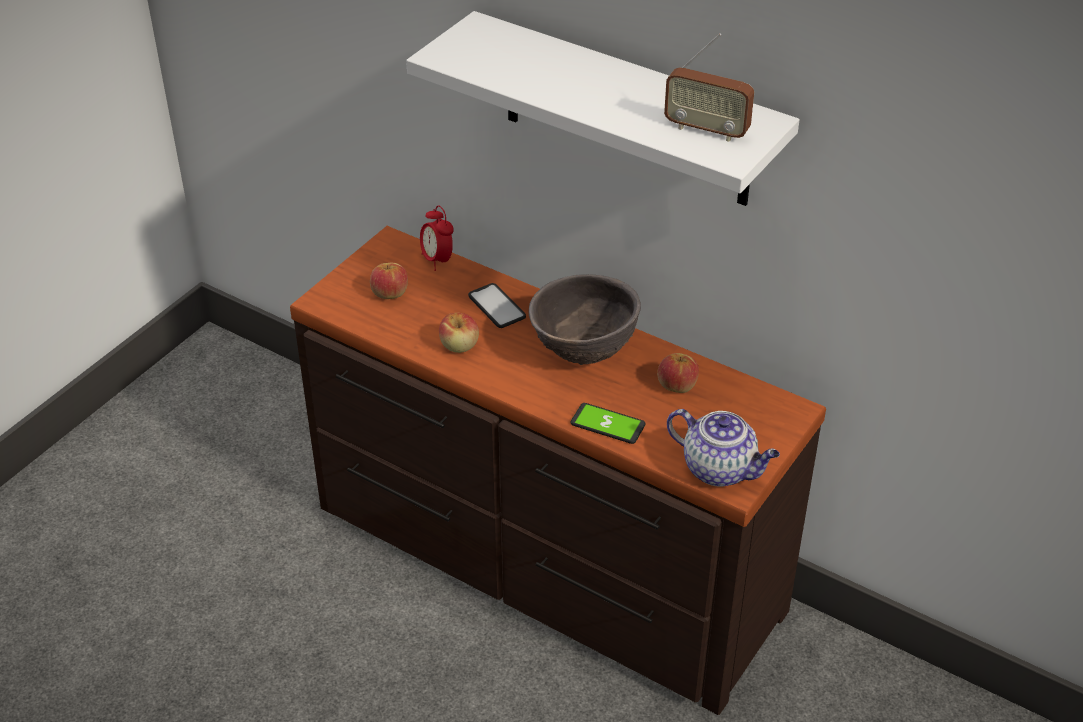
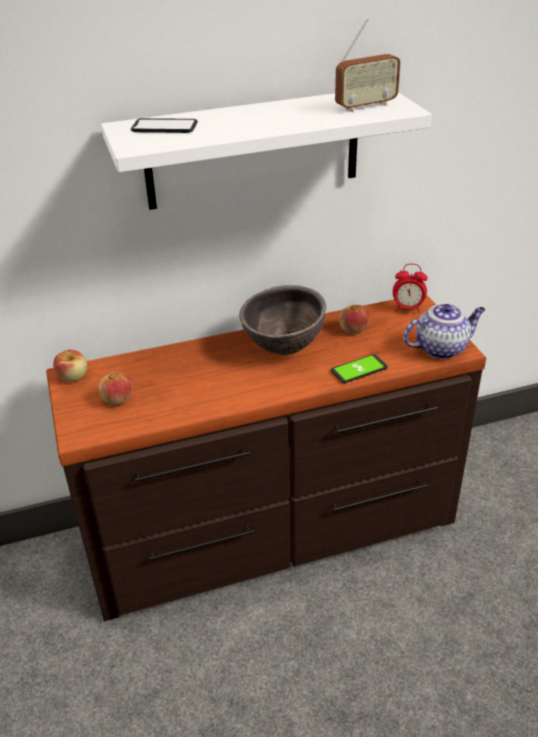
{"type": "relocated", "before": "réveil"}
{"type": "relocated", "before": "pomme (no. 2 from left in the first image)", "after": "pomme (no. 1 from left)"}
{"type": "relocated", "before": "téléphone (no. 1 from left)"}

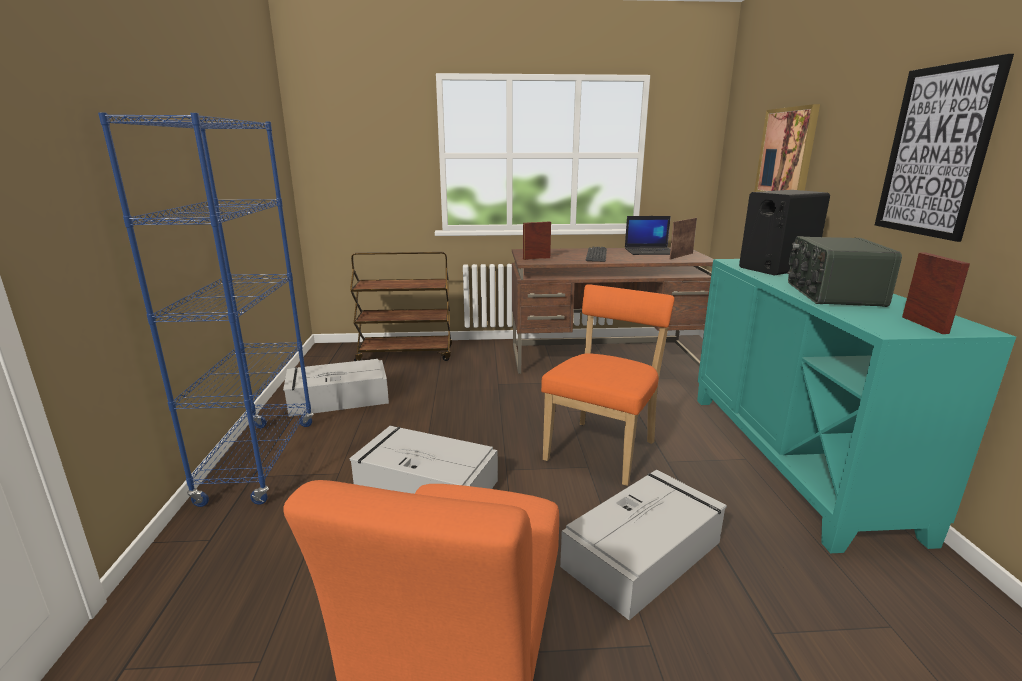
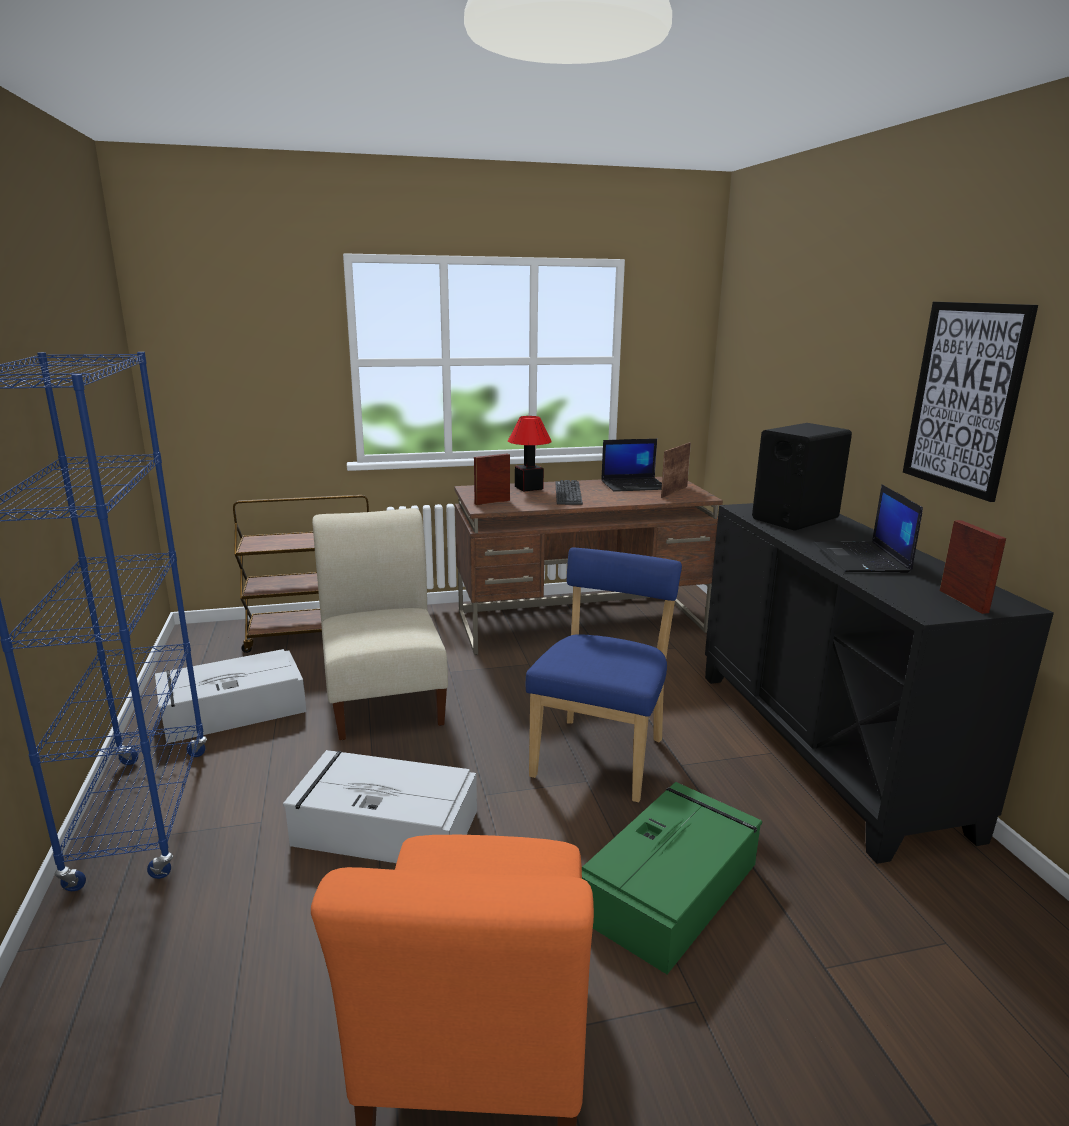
{"type": "colour", "before": "chaise [orange] (no. 2 from left)", "after": "chaise [bleu]"}
{"type": "colour", "before": "boîte de rangement [gris] (no. 3 from left)", "after": "boîte de rangement [vert]"}
{"type": "colour", "before": "meuble de rangement [turquoise]", "after": "meuble de rangement [noir]"}
{"type": "missing", "before": "tableau (no. 1 from left)"}
{"type": "exchanged", "before": "radio", "after": "ordinateur portable (no. 2 from left)"}
{"type": "appeared", "after": "chaise [beige]"}
{"type": "appeared", "after": "lampe de table"}

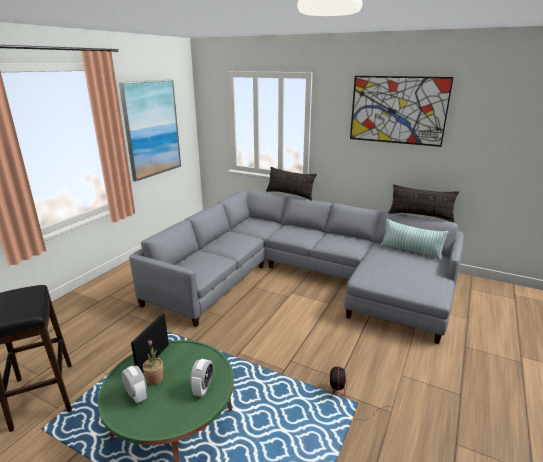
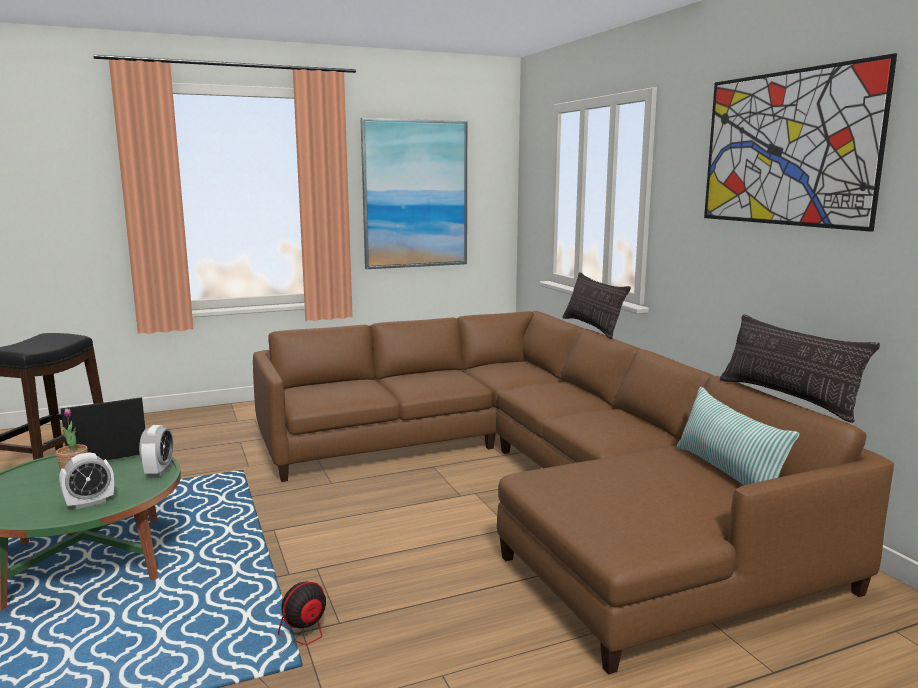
{"type": "relocated", "before": "réveil (no. 1 from left in the first image)", "after": "réveil (no. 2 from left)"}
{"type": "colour", "before": "canapé [gris]", "after": "canapé [marron]"}

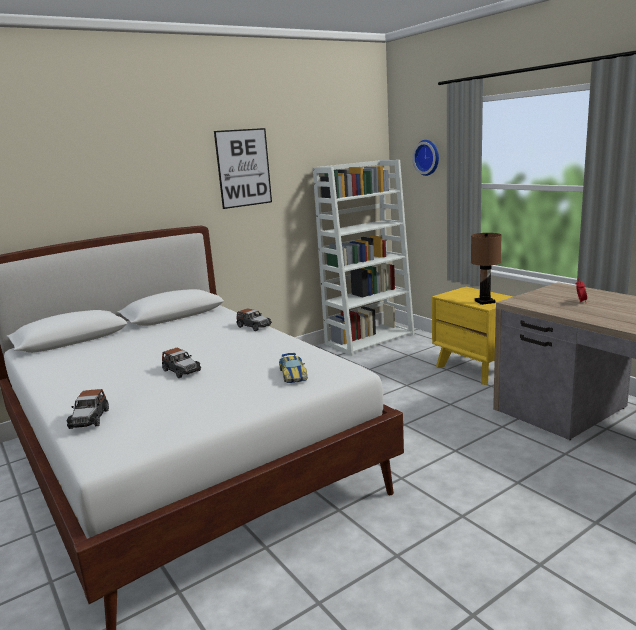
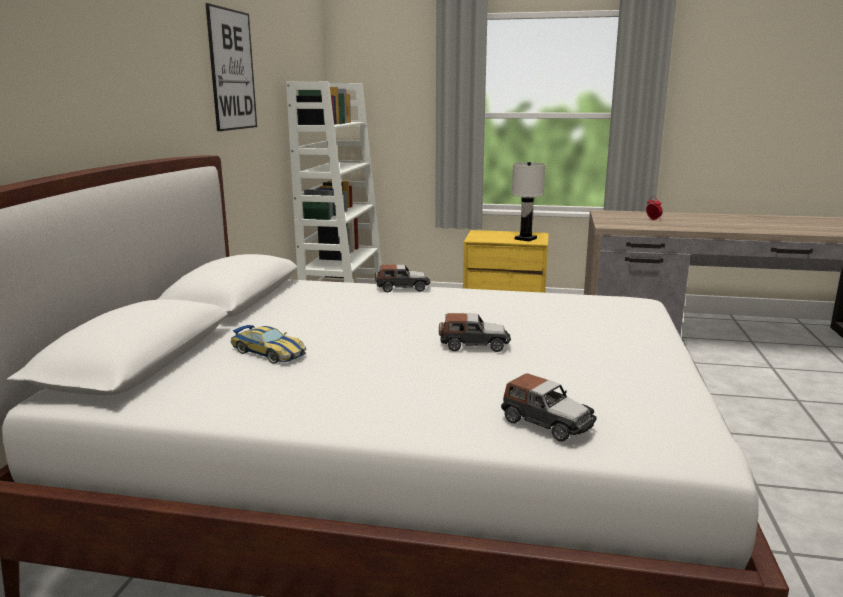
{"type": "relocated", "before": "petite voiture (no. 4 from left in the first image)", "after": "petite voiture (no. 1 from left)"}
{"type": "missing", "before": "horloge murale"}
{"type": "colour", "before": "lampe de table [marron]", "after": "lampe de table [blanc]"}

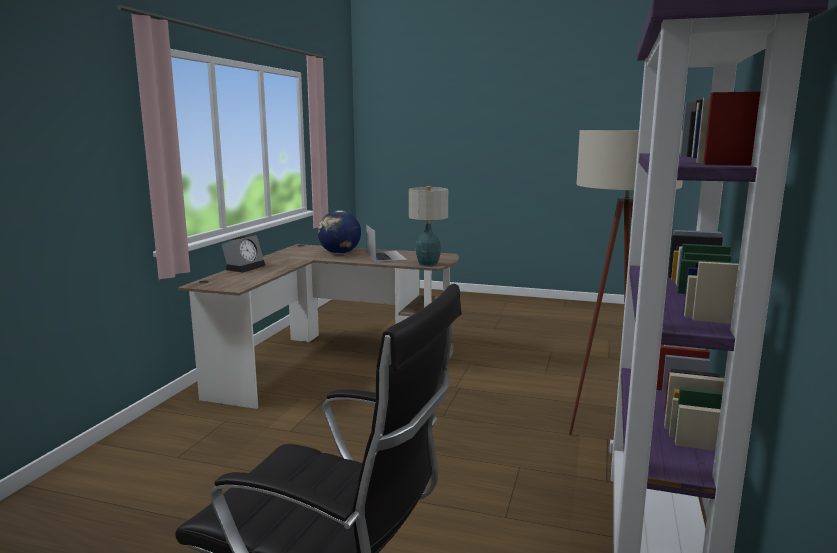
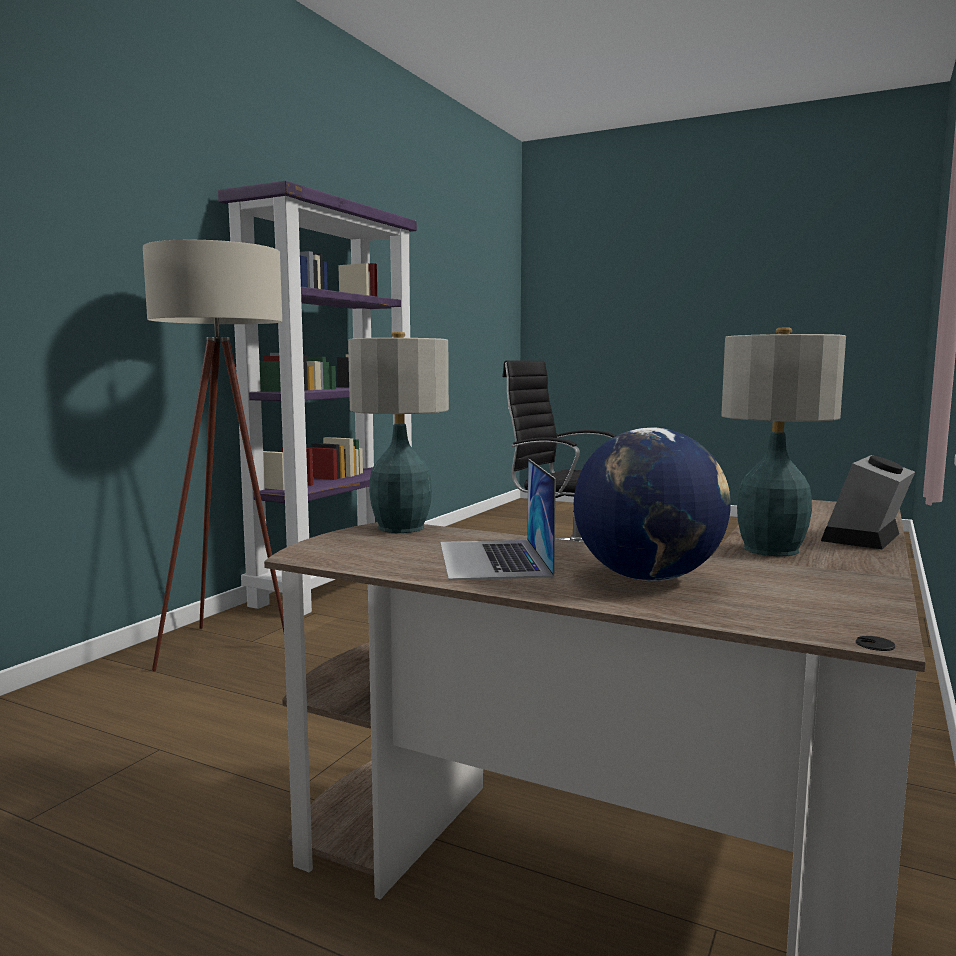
{"type": "appeared", "after": "lampe de table (no. 2 from left)"}

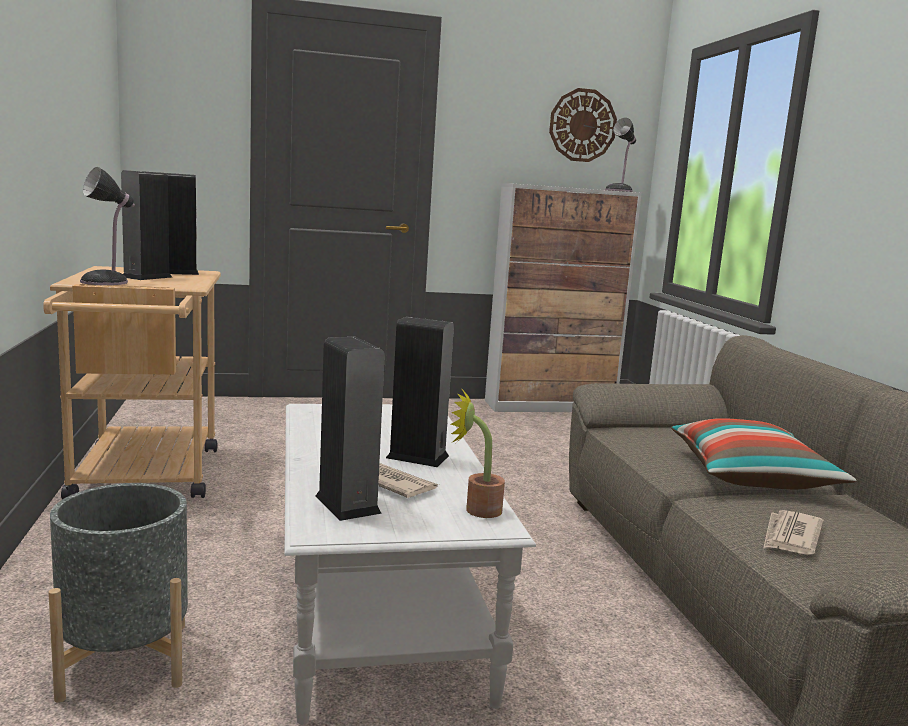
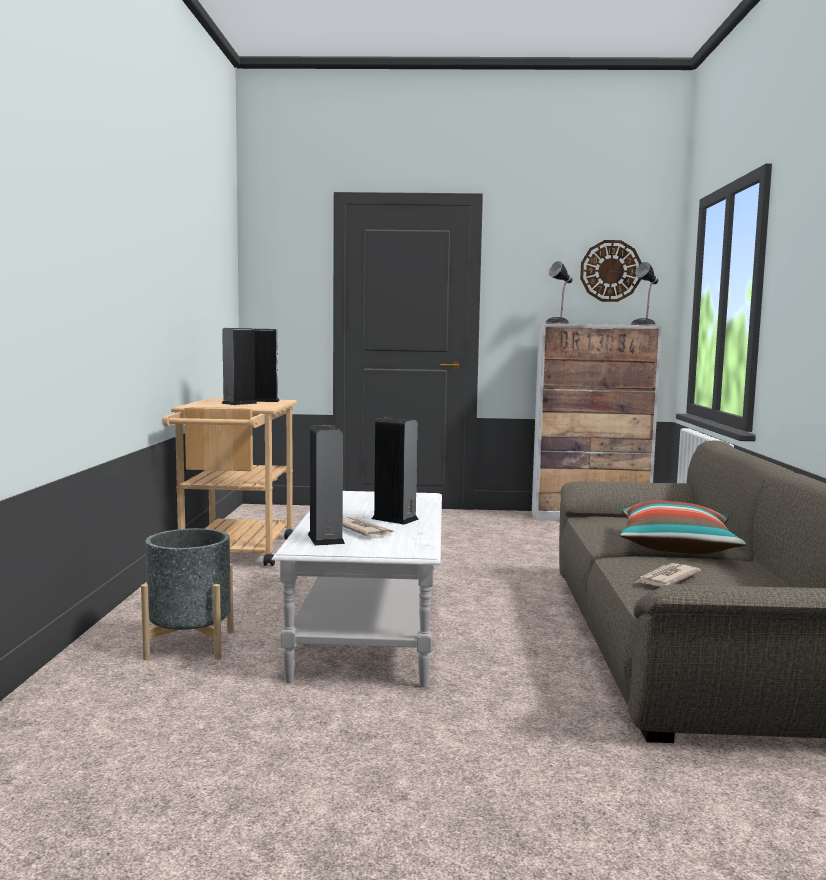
{"type": "relocated", "before": "lampe de table (no. 1 from left)"}
{"type": "missing", "before": "plante en pot"}

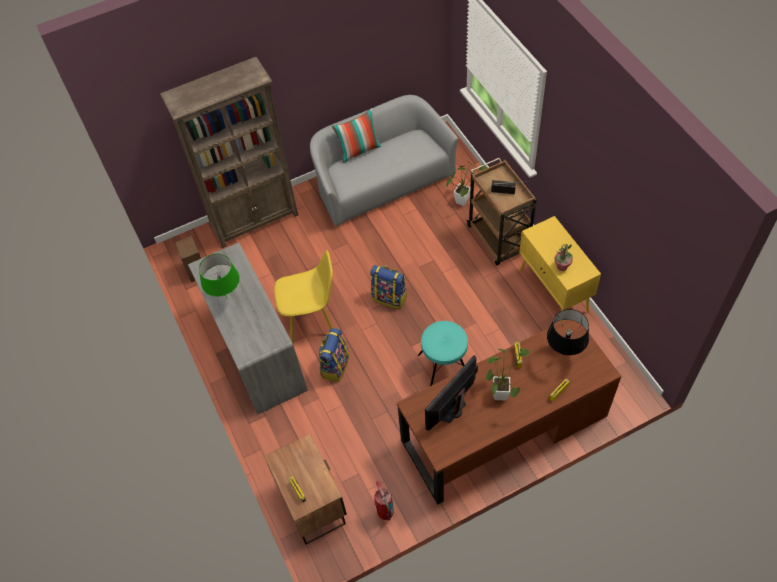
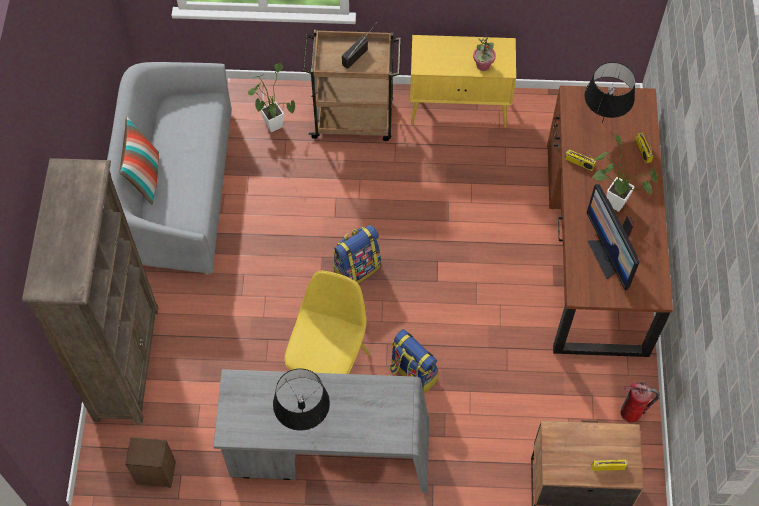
{"type": "colour", "before": "lampe de table [vert]", "after": "lampe de table [noir] (no. 1 from left)"}
{"type": "missing", "before": "tabouret [turquoise]"}

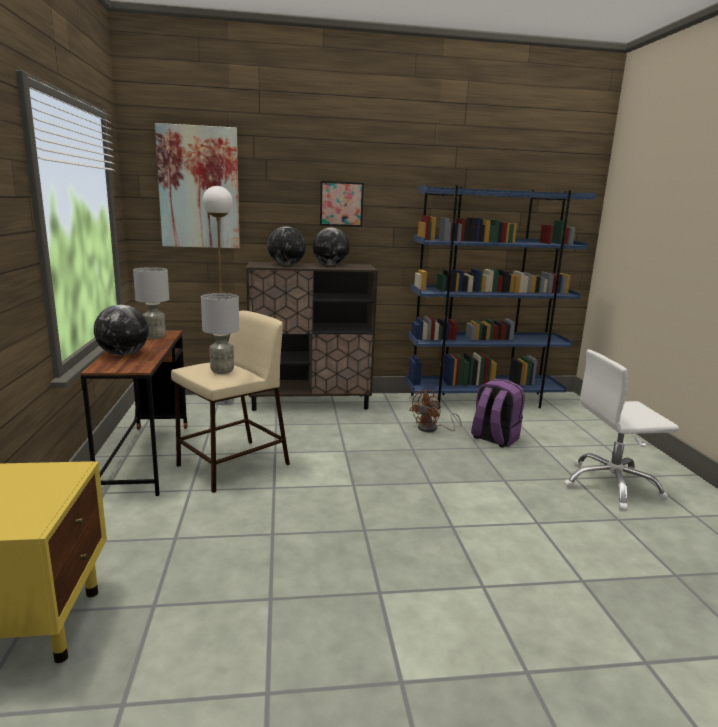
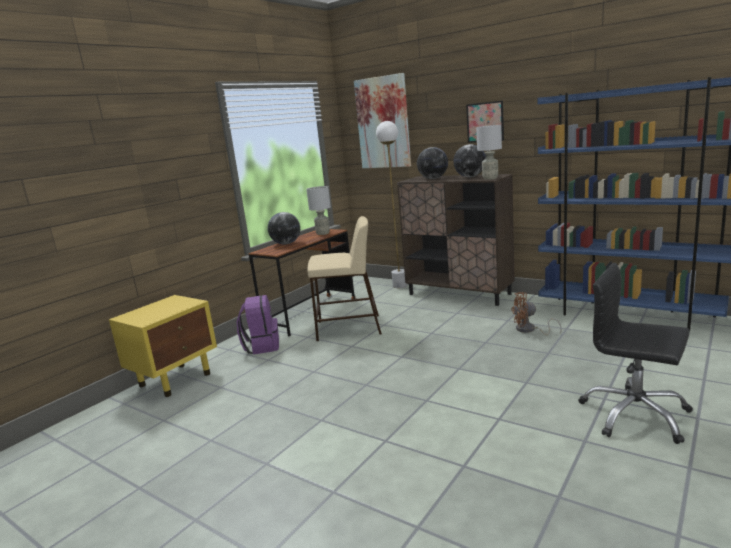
{"type": "relocated", "before": "lampe de table [gris] (no. 2 from left)"}
{"type": "relocated", "before": "sac à dos [violet]"}
{"type": "colour", "before": "chaise de bureau [blanc]", "after": "chaise de bureau [noir]"}

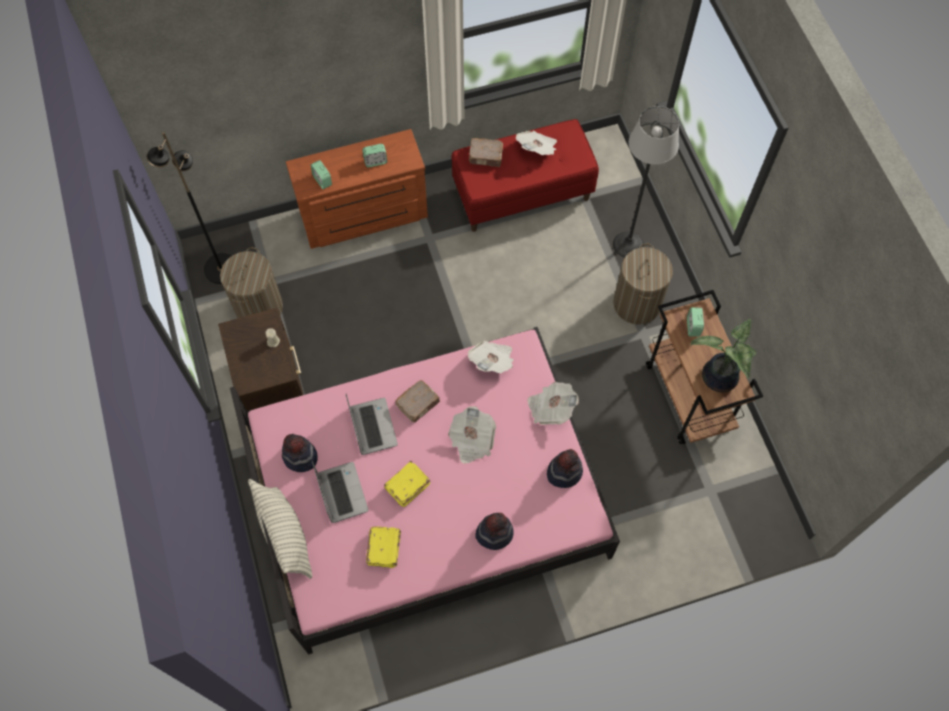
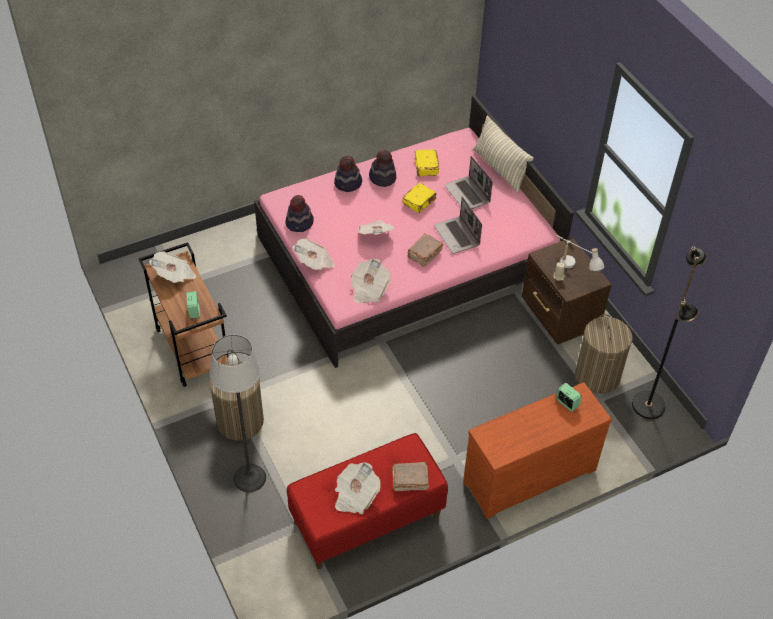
{"type": "relocated", "before": "chapeau (no. 1 from left in the first image)", "after": "chapeau (no. 3 from left)"}
{"type": "missing", "before": "réveil (no. 2 from left)"}
{"type": "exchanged", "before": "plante en pot", "after": "journal (no. 1 from left)"}
{"type": "appeared", "after": "lampe de table [blanc]"}

